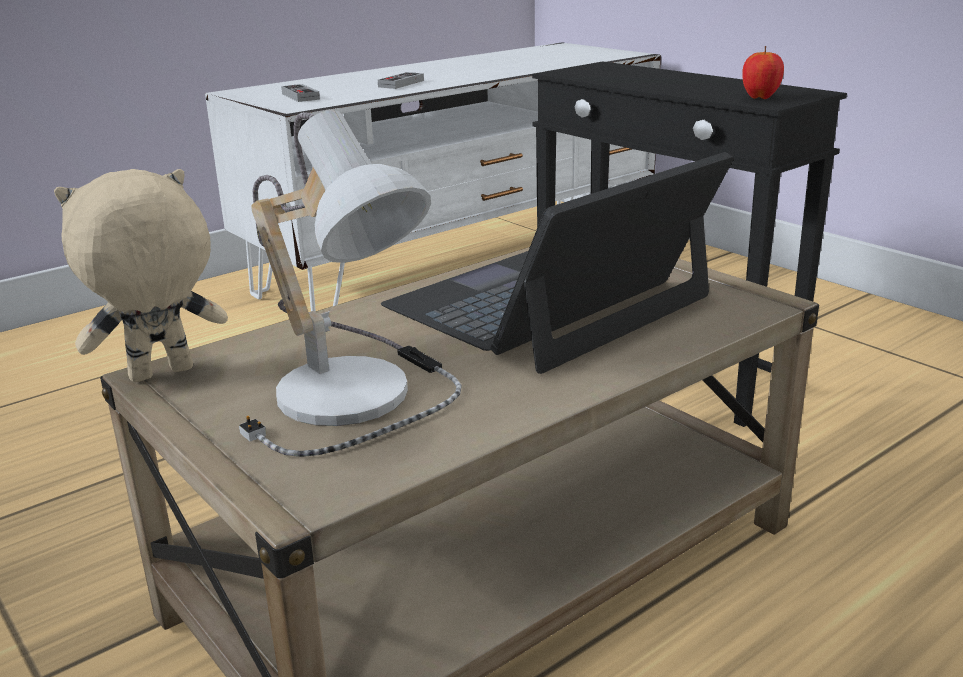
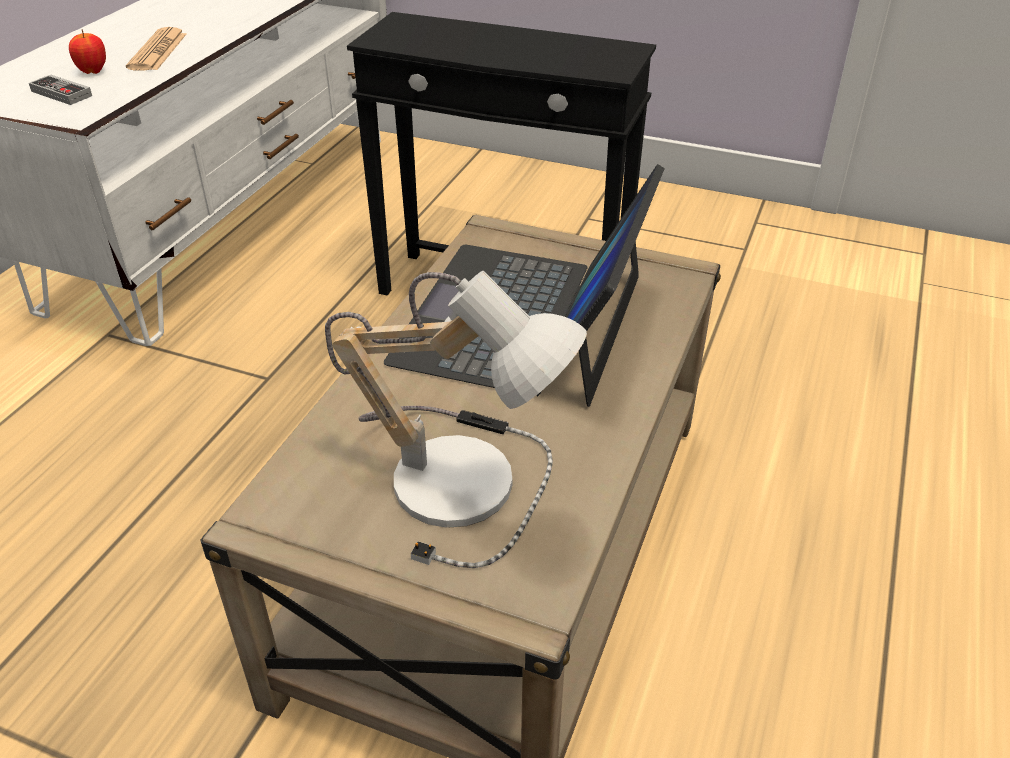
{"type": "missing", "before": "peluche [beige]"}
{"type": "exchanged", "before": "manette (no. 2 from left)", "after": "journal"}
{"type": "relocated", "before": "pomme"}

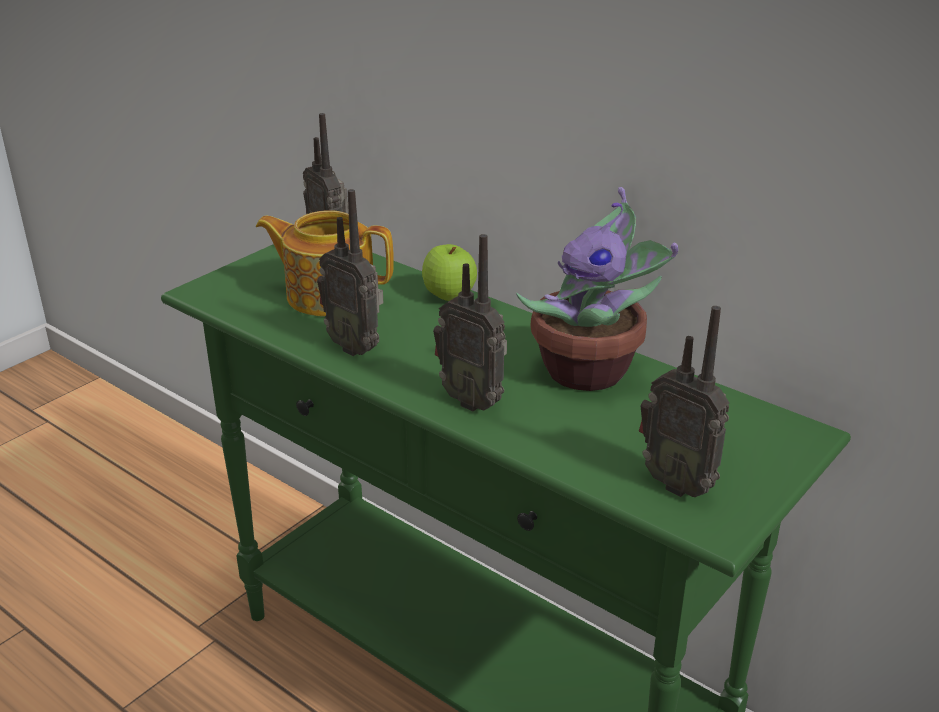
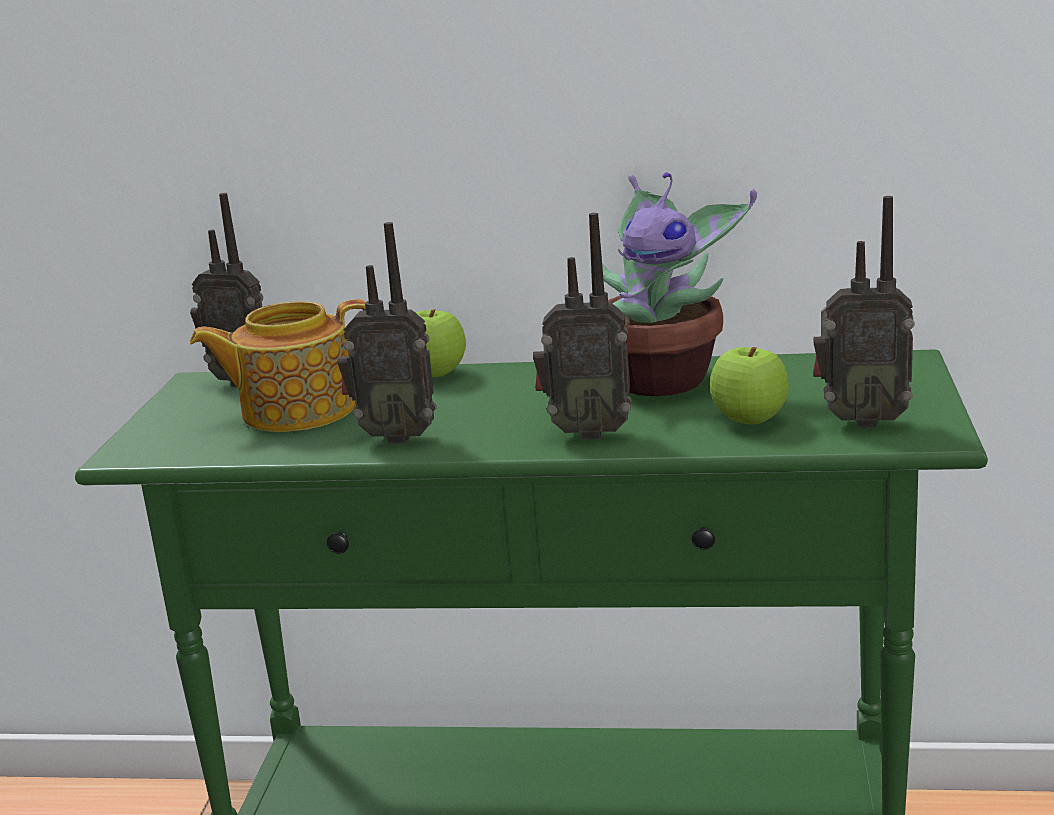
{"type": "appeared", "after": "pomme (no. 2 from left)"}

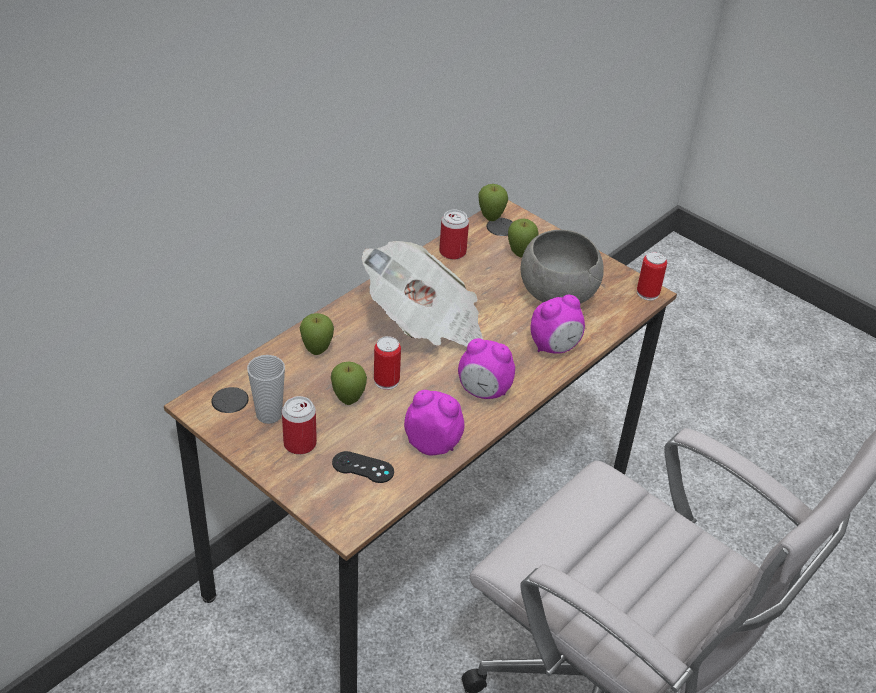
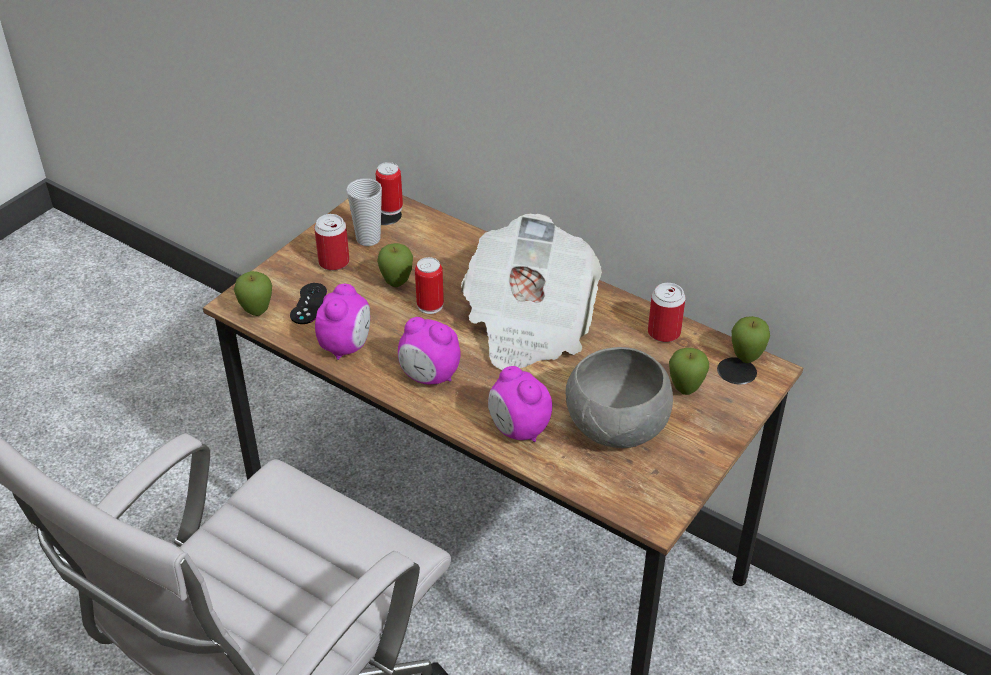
{"type": "relocated", "before": "pomme (no. 1 from left)"}
{"type": "spun", "before": "réveil (no. 2 from left)", "turn": -75}
{"type": "relocated", "before": "boîte métallique (no. 4 from left in the first image)", "after": "boîte métallique (no. 2 from left)"}

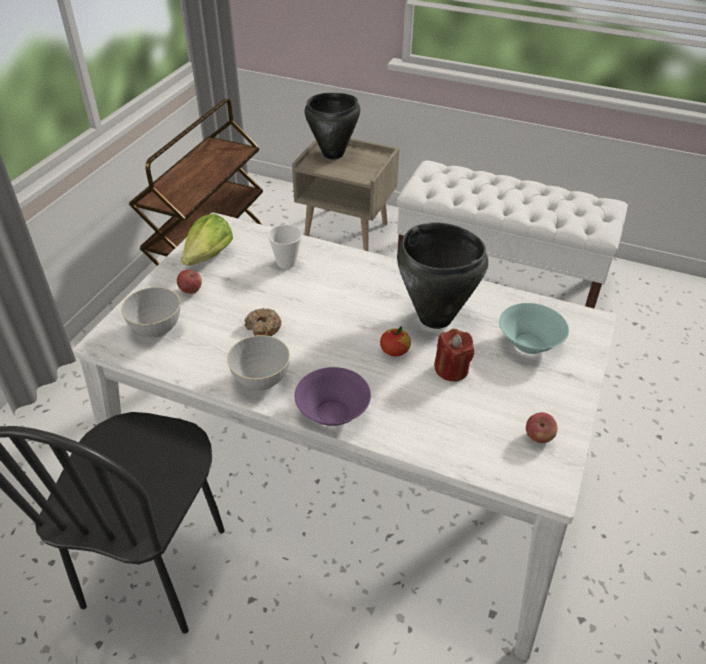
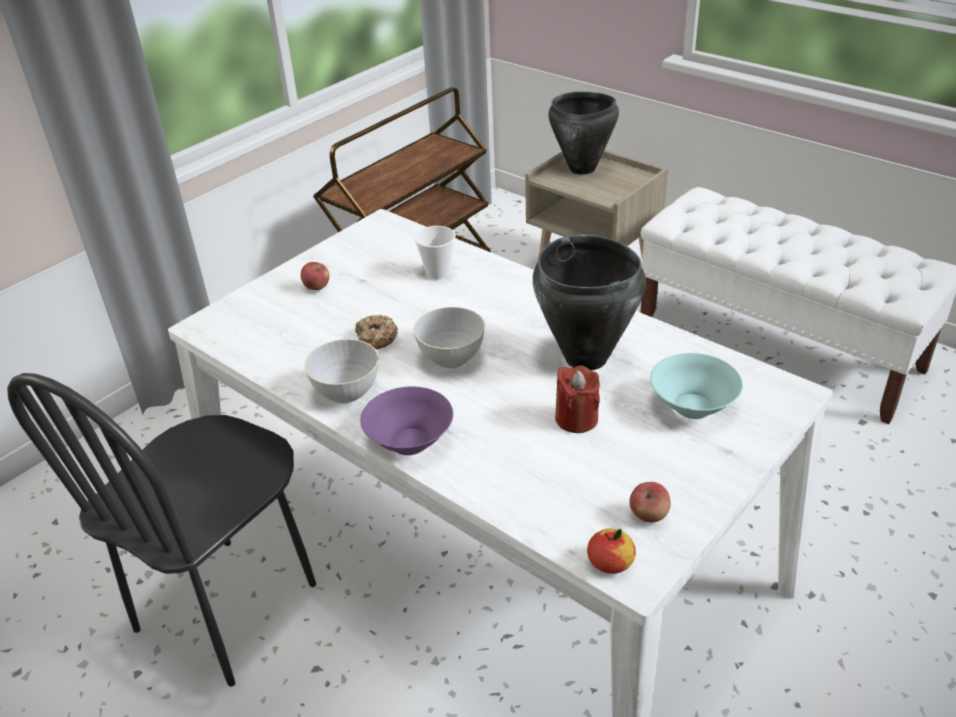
{"type": "relocated", "before": "bol [gris] (no. 1 from left in the first image)", "after": "bol [gris] (no. 2 from left)"}
{"type": "missing", "before": "laitue"}
{"type": "relocated", "before": "pomme (no. 2 from left)"}

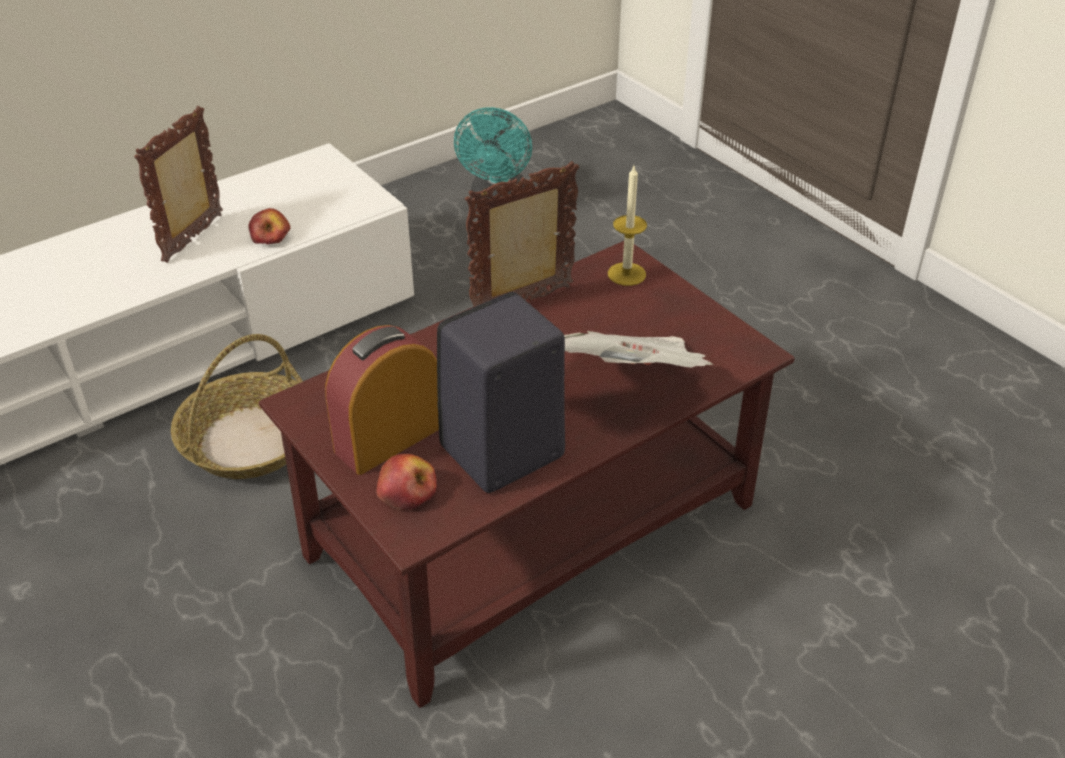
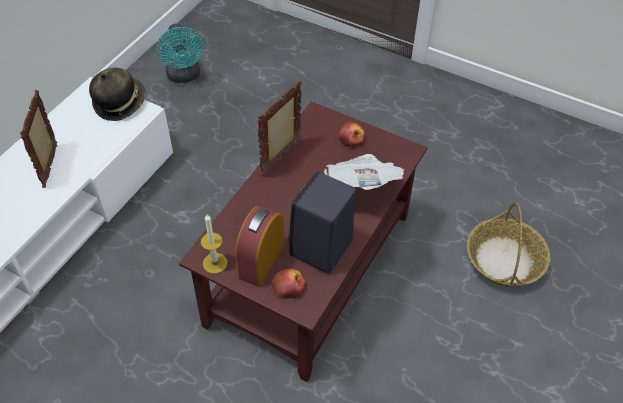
{"type": "relocated", "before": "panier"}
{"type": "relocated", "before": "pomme (no. 1 from left in the first image)", "after": "pomme (no. 2 from left)"}
{"type": "relocated", "before": "bougie"}
{"type": "appeared", "after": "chapeau"}

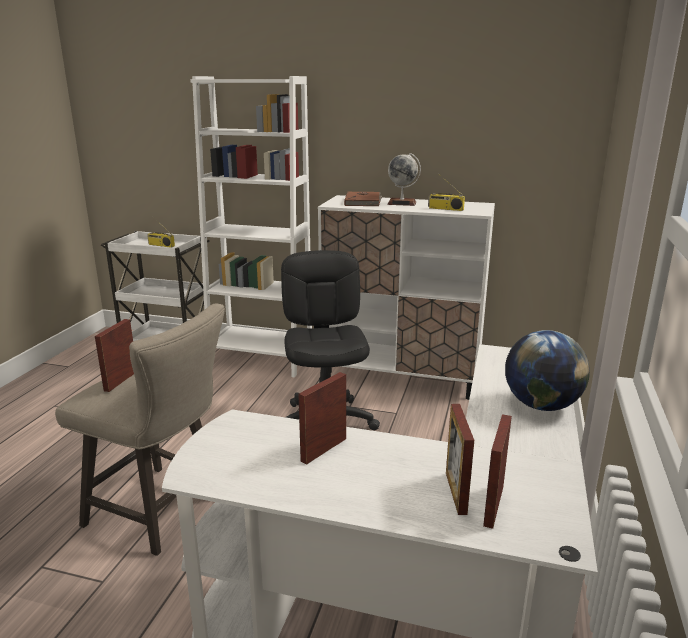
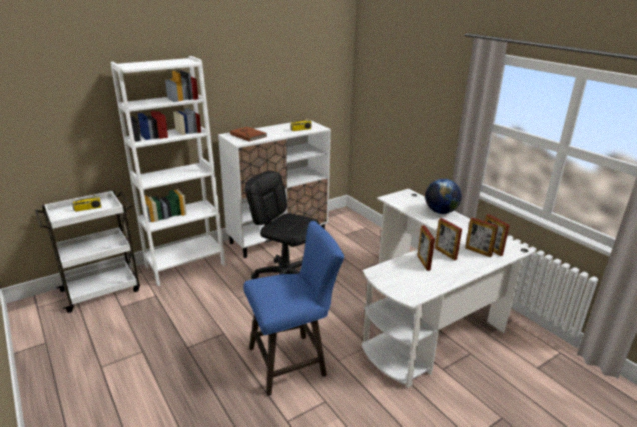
{"type": "colour", "before": "tabouret [beige]", "after": "tabouret [bleu]"}
{"type": "relocated", "before": "cadre photo (no. 1 from left in the first image)", "after": "cadre photo (no. 2 from left)"}
{"type": "missing", "before": "globe (no. 1 from left)"}

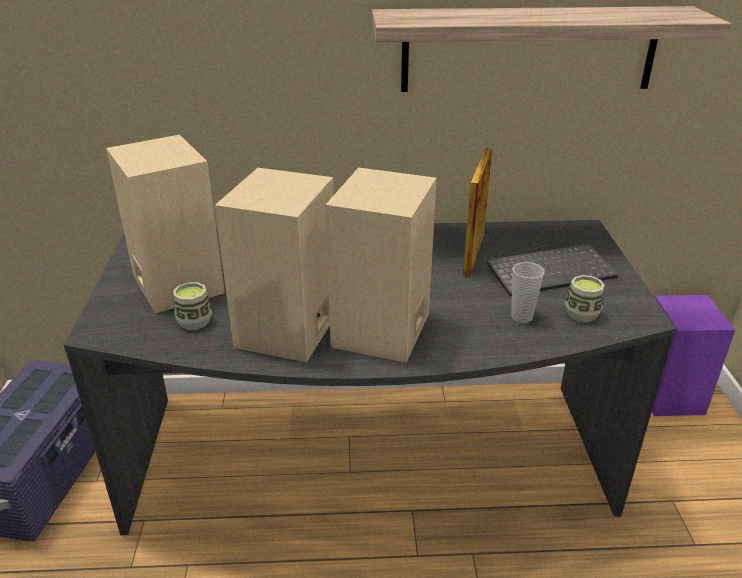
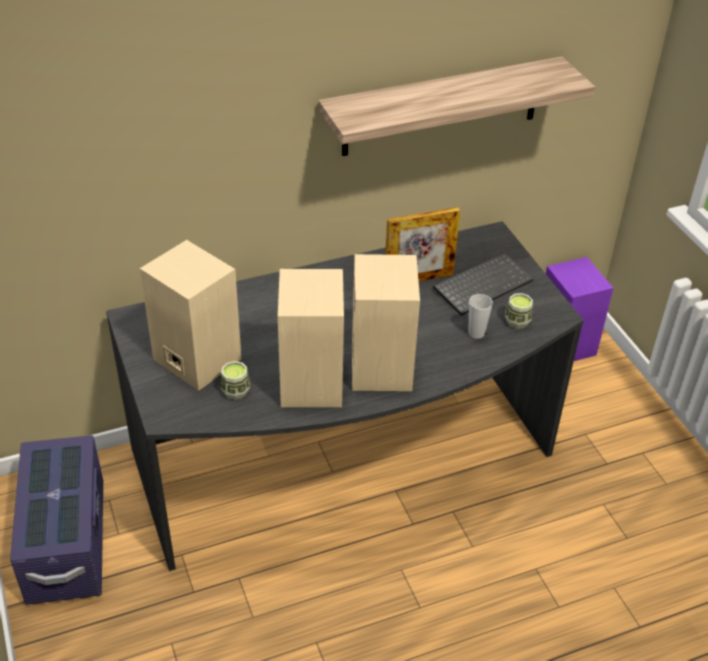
{"type": "spun", "before": "cadre photo", "turn": -105}

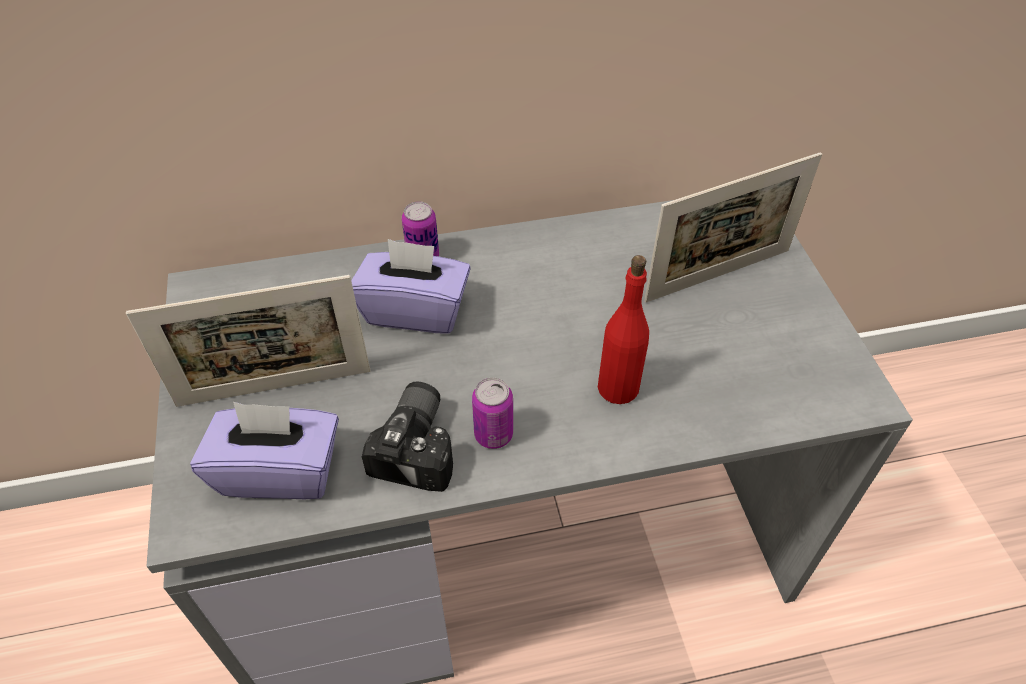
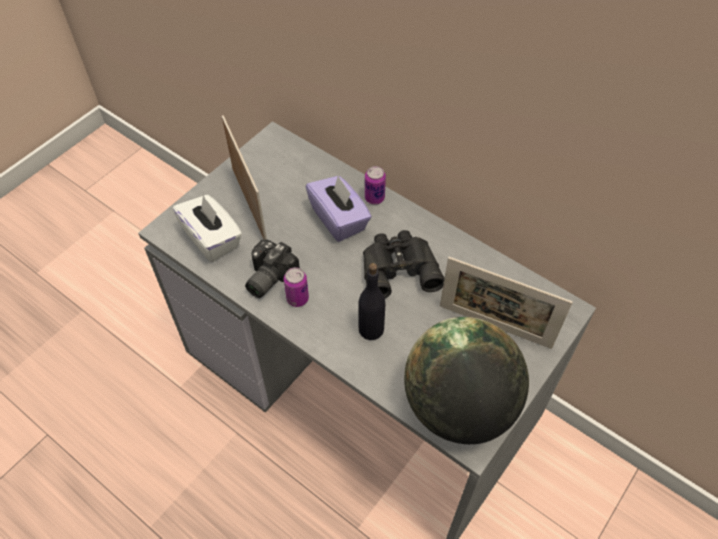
{"type": "spun", "before": "cadre photo (no. 1 from left)", "turn": -150}
{"type": "colour", "before": "boîte à mouchoirs [violet] (no. 1 from left)", "after": "boîte à mouchoirs [blanc]"}
{"type": "spun", "before": "appareil photo", "turn": 150}
{"type": "colour", "before": "bouteille [rouge]", "after": "bouteille [noir]"}
{"type": "appeared", "after": "jumelles [noir]"}
{"type": "appeared", "after": "globe"}

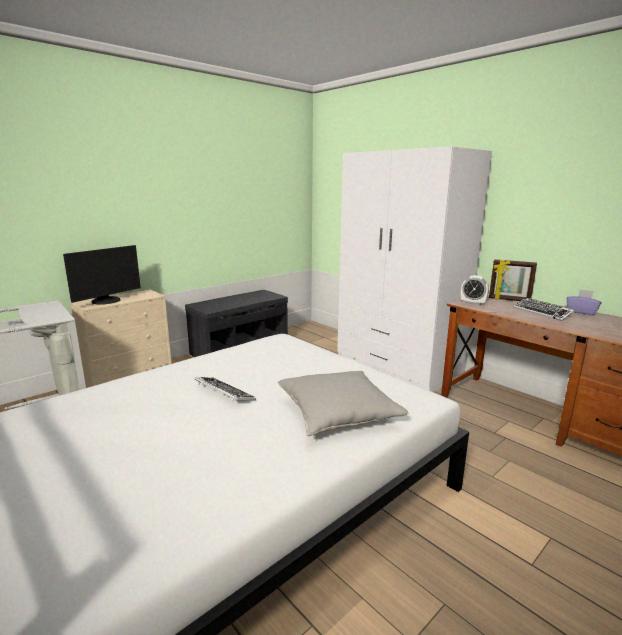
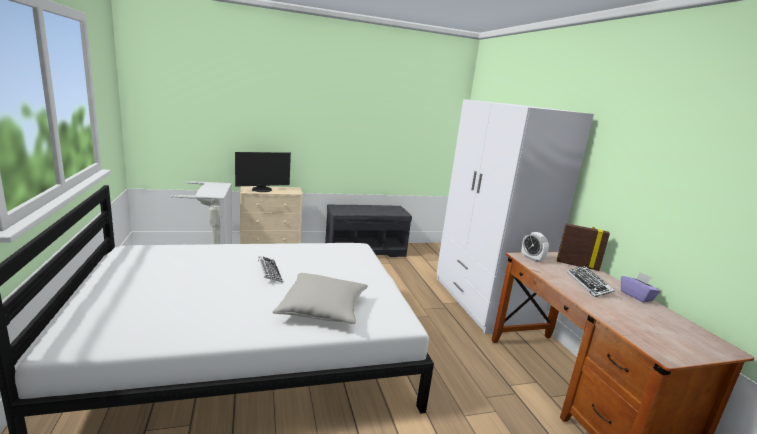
{"type": "spun", "before": "cadre photo", "turn": 150}

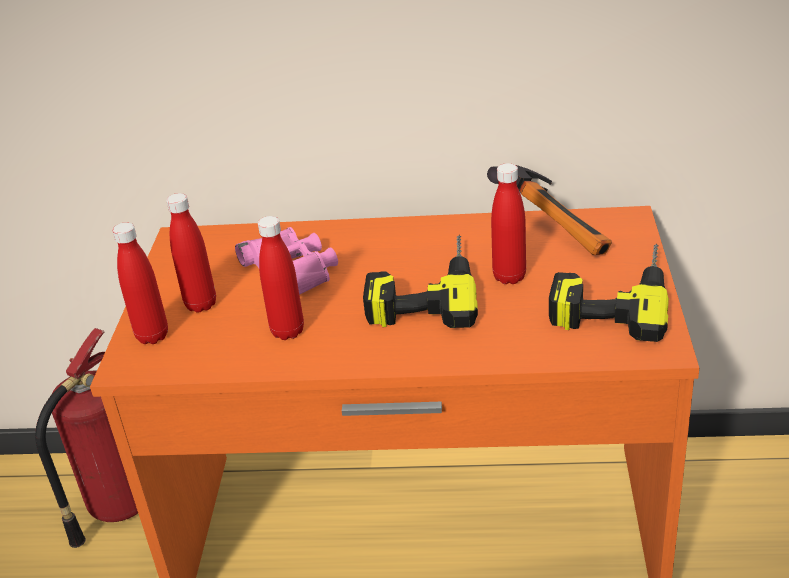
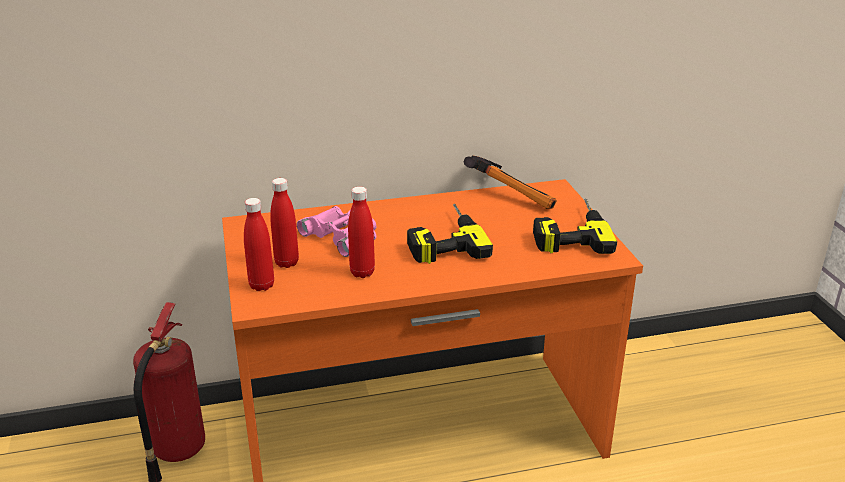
{"type": "missing", "before": "bouteille [rouge] (no. 4 from left)"}

